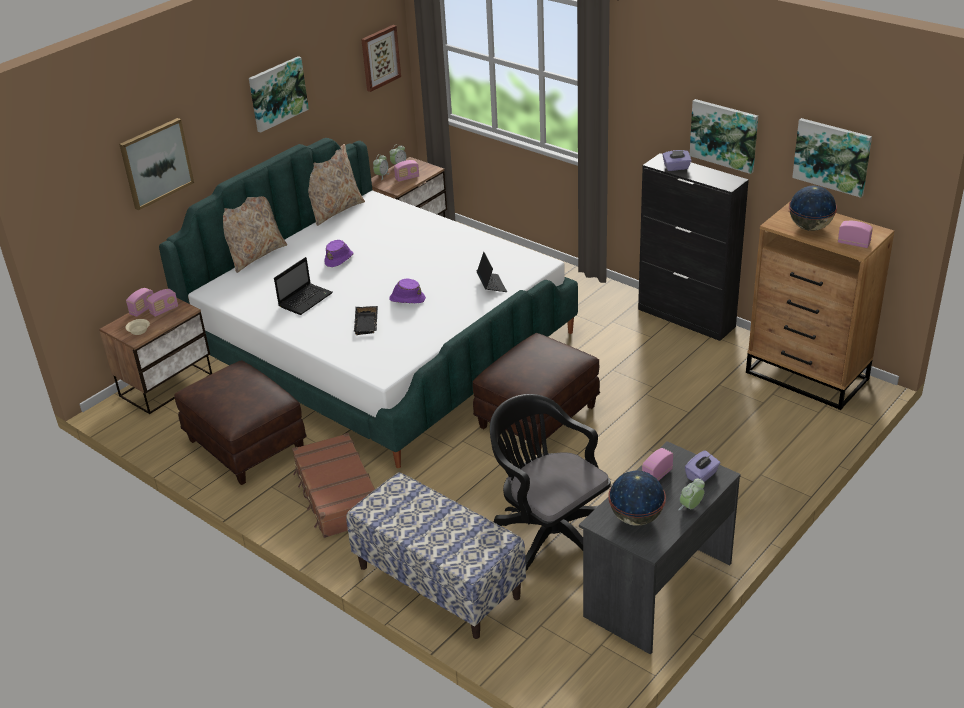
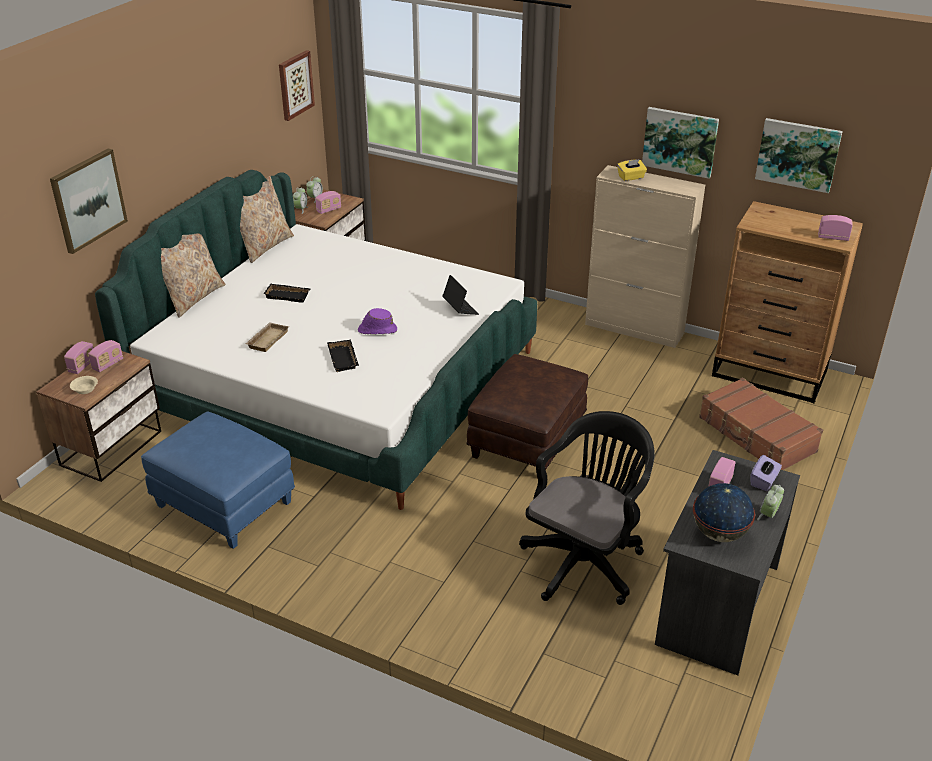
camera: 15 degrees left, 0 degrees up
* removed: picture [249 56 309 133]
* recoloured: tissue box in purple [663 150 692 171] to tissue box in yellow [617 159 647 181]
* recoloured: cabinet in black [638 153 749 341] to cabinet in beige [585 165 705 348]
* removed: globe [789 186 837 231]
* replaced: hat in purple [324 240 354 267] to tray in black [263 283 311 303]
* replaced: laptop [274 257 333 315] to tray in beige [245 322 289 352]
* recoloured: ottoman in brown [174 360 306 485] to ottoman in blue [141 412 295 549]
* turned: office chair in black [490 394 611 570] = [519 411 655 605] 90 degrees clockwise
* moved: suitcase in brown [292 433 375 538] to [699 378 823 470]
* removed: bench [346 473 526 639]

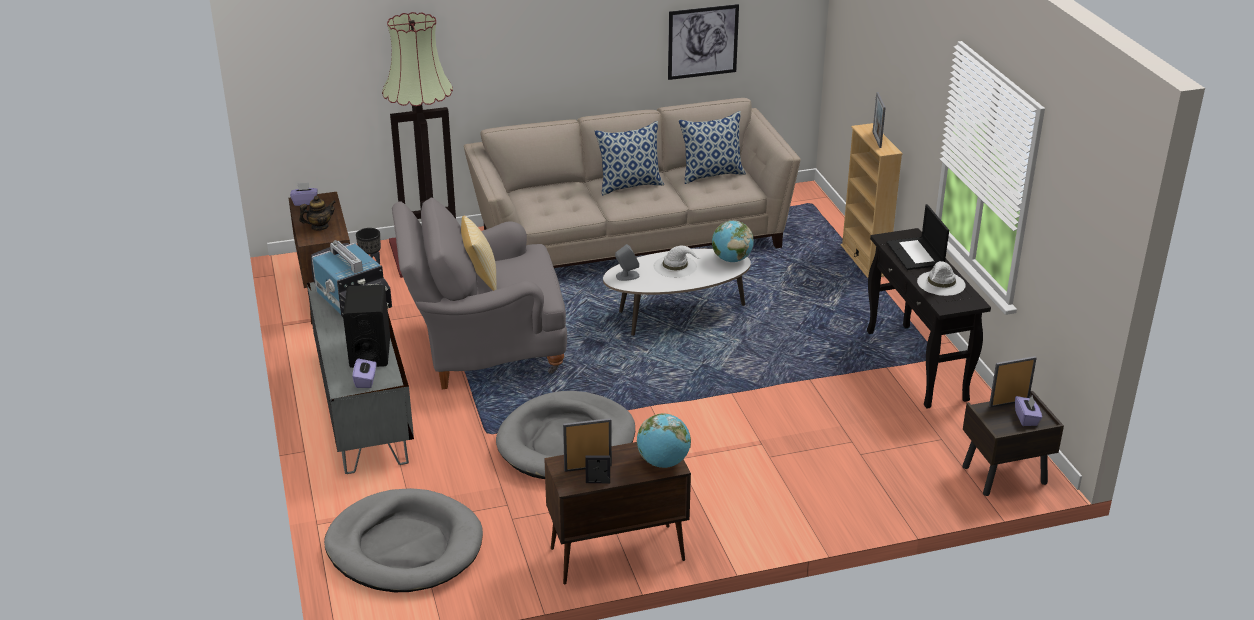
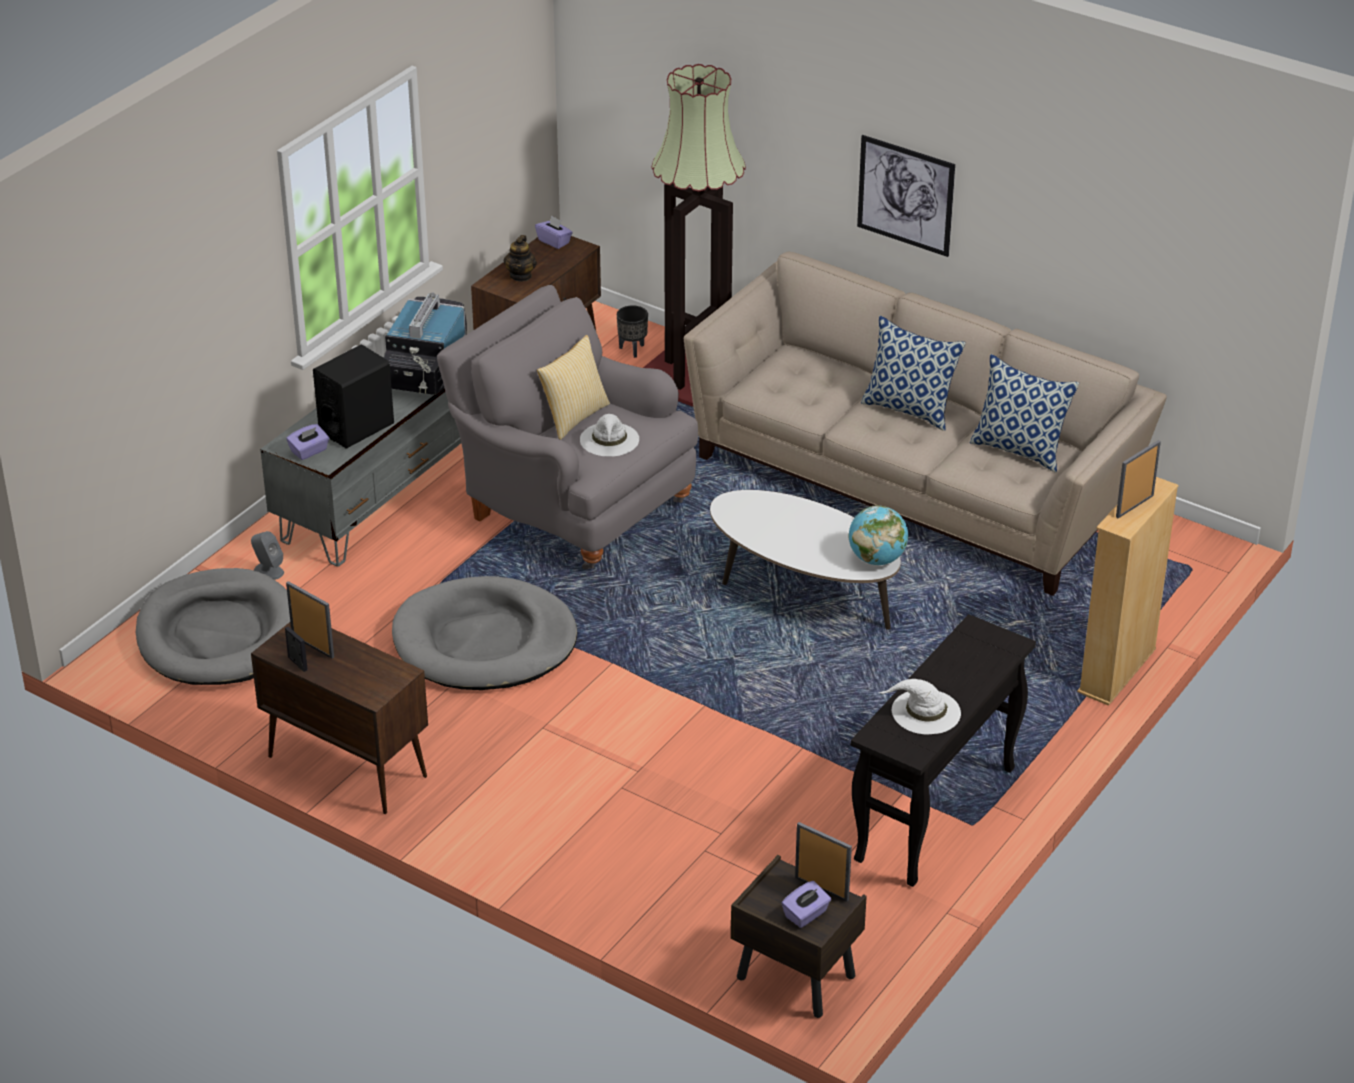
camera: 50 degrees right, 5 degrees up
* moved: picture [668 4 739 80] to [857 135 955 257]
* turned: teapot [299 196 335 231] = [504 235 537 282] 75 degrees clockwise
* removed: laptop [886 204 949 270]
* moved: speaker in grey [615 244 639 281] to [251 531 284 580]
* moved: hat in white [653 245 701 278] to [580 414 639 456]
* removed: globe [637 414 691 468]

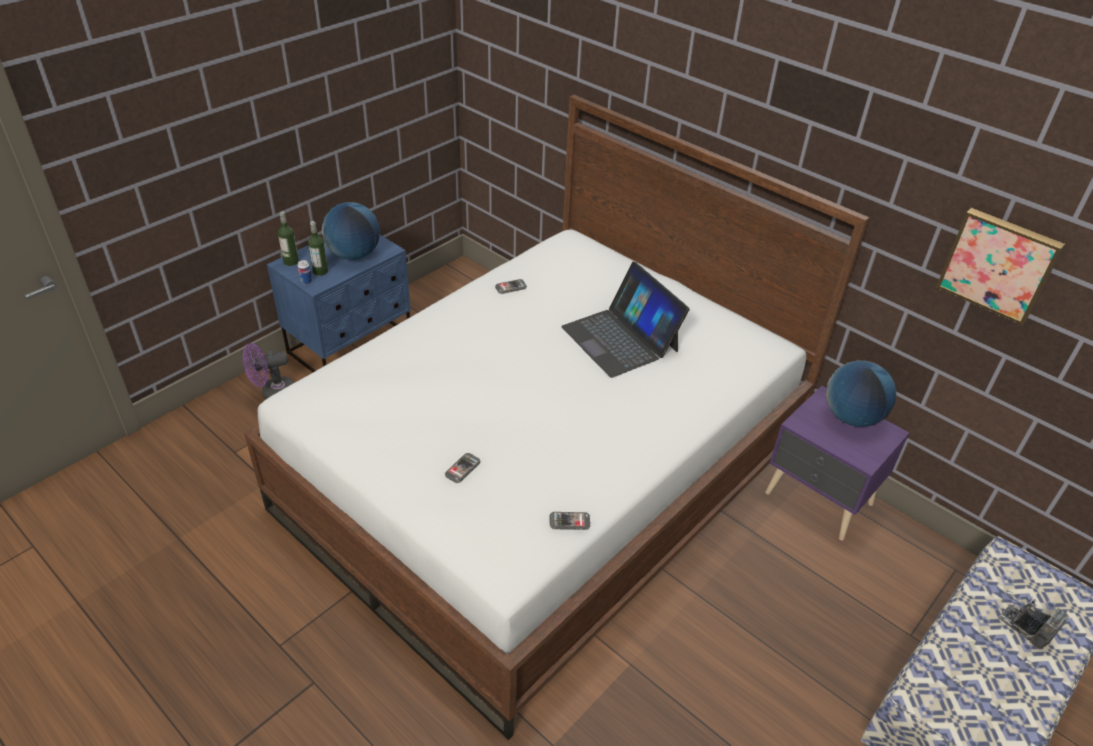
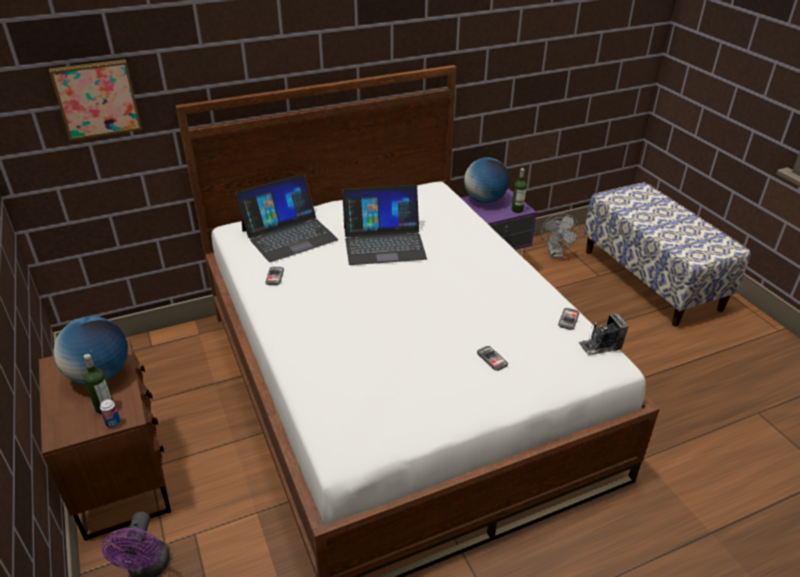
camera: 65 degrees left, 5 degrees down
* moved: picture [936 208 1065 325] to [49 59 142 141]
* moved: bottle [278 211 299 266] to [512 168 527 213]
* recoloured: nightstand in blue [267 235 411 372] to nightstand in brown [39 337 171 541]
* moved: photo camera [998 598 1069 649] to [578 313 629 355]
* added: laptop [235 173 338 262]
* added: fan in grey [541 214 580 258]

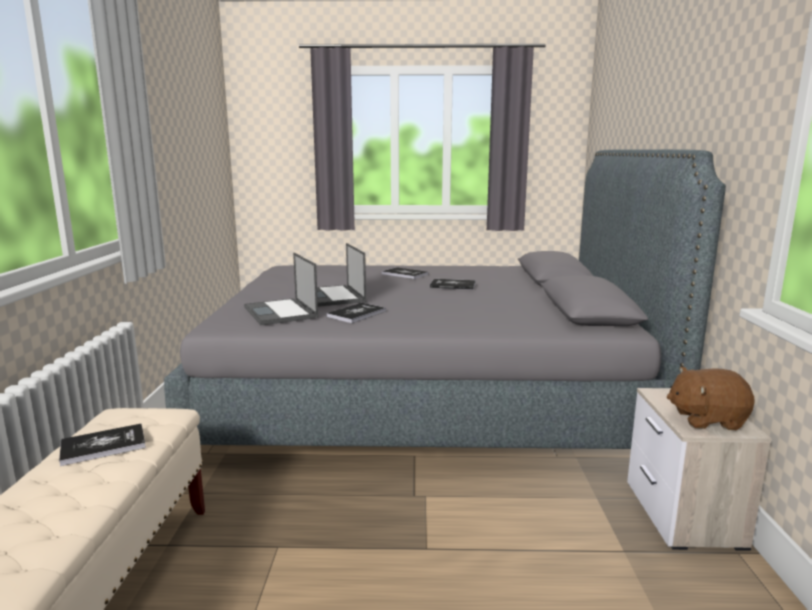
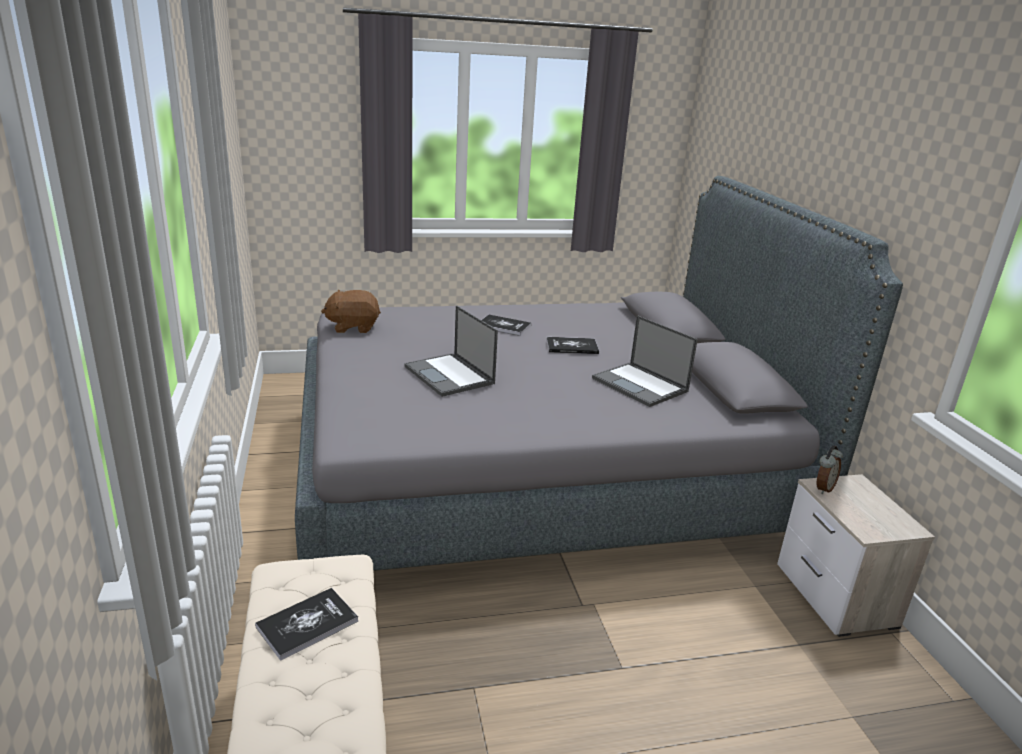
camera: 15 degrees left, 10 degrees up
* moved: laptop [244 252 318 325] to [592 315 698 407]
* removed: book [326 303 386 323]
* moved: plush toy in brown [667 367 755 430] to [321 290 381 333]
* added: alarm clock [816 445 843 494]

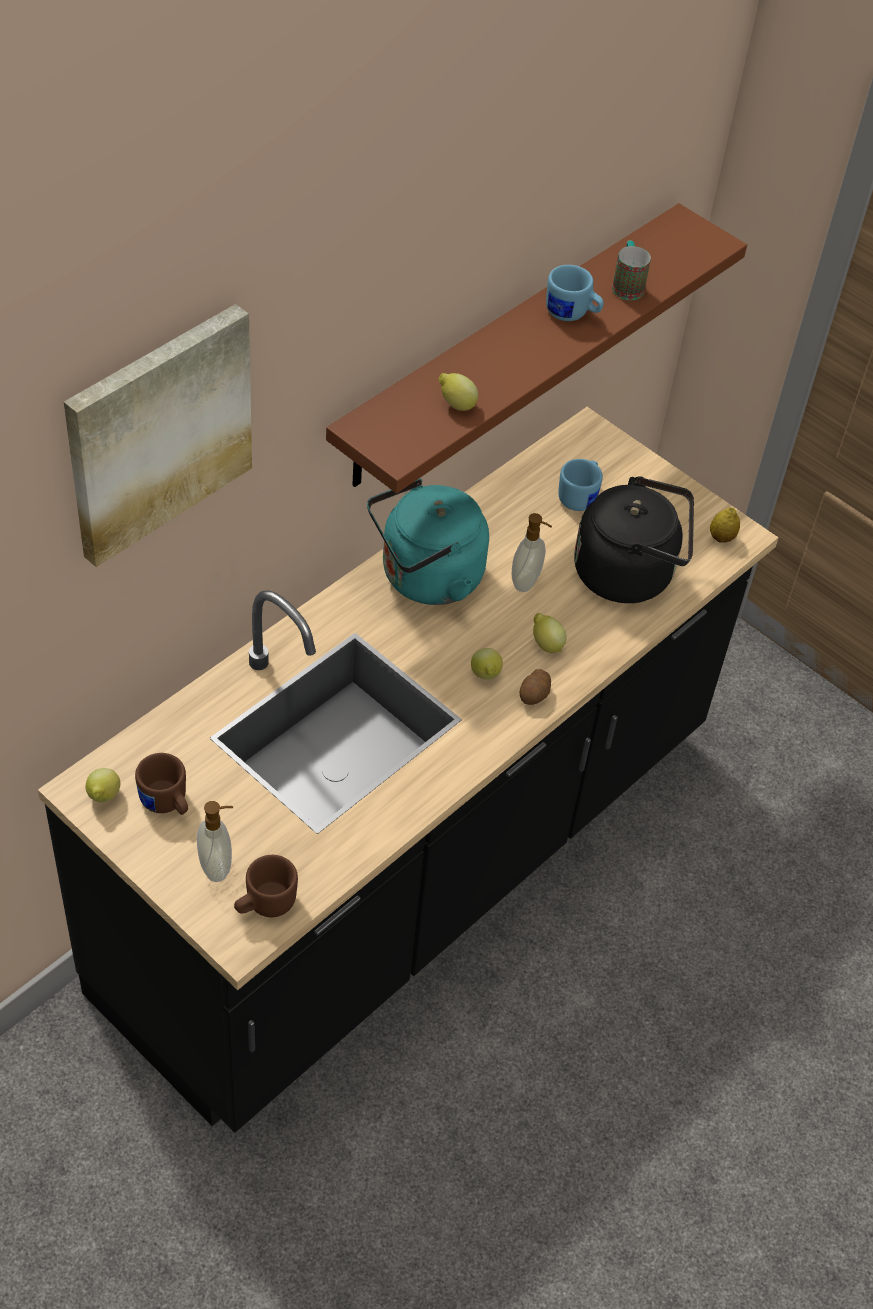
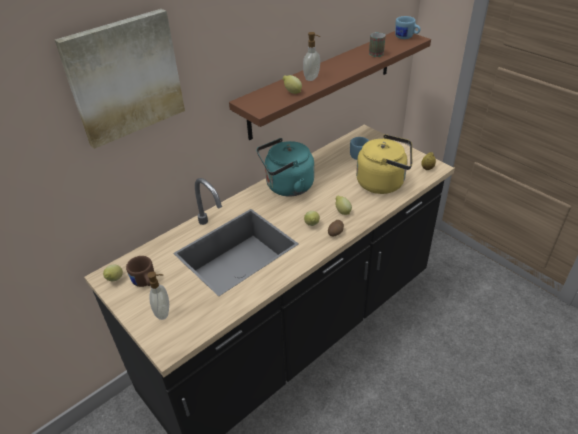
camera: 10 degrees right, 10 degrees down
* moved: mug in blue [546 265 604 321] to [395 16 421 39]
* recoloured: kettle in black [574 476 694 603] to kettle in yellow [356 134 412 194]
* moved: soap dispenser [512 513 552 592] to [303 32 320 81]
* removed: mug in brown [234 855 298 917]

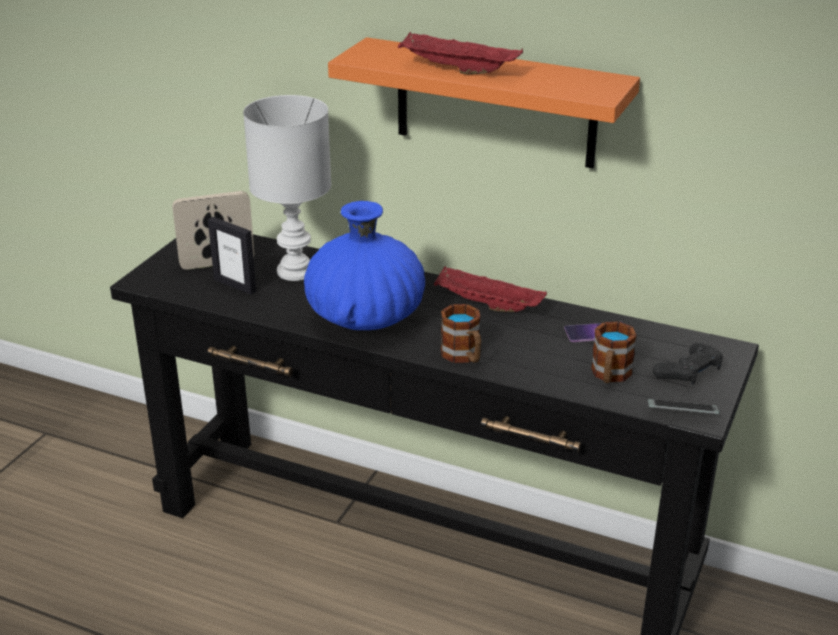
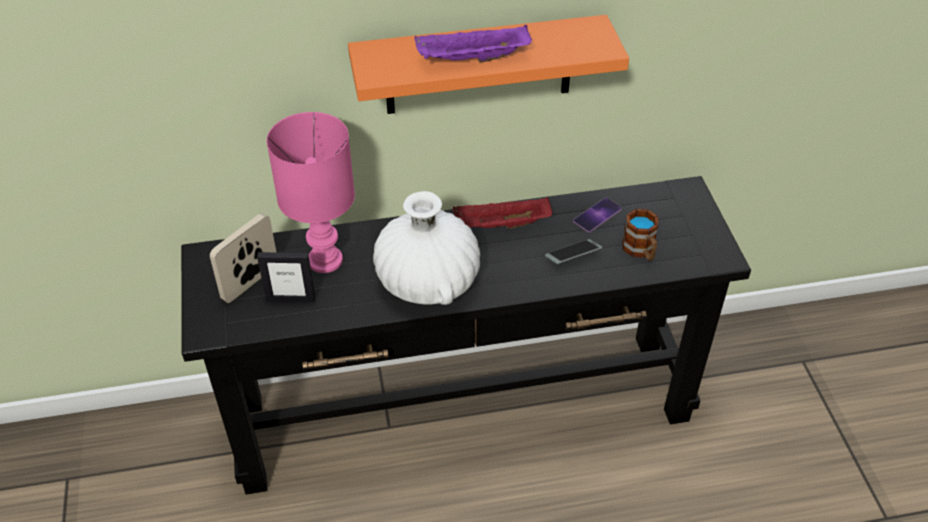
camera: 35 degrees left, 15 degrees up
* recoloured: tray in red [398 32 523 75] to tray in purple [414 24 532 62]
* recoloured: table lamp in white [243 95 331 281] to table lamp in pink [267 112 355 273]
* recoloured: vase in blue [304 201 425 330] to vase in white [373 191 480 305]
* removed: mug [441 304 481 363]
* removed: game controller in black [653 343 723 385]
* moved: phone [648 399 720 414] to [545 239 602 264]

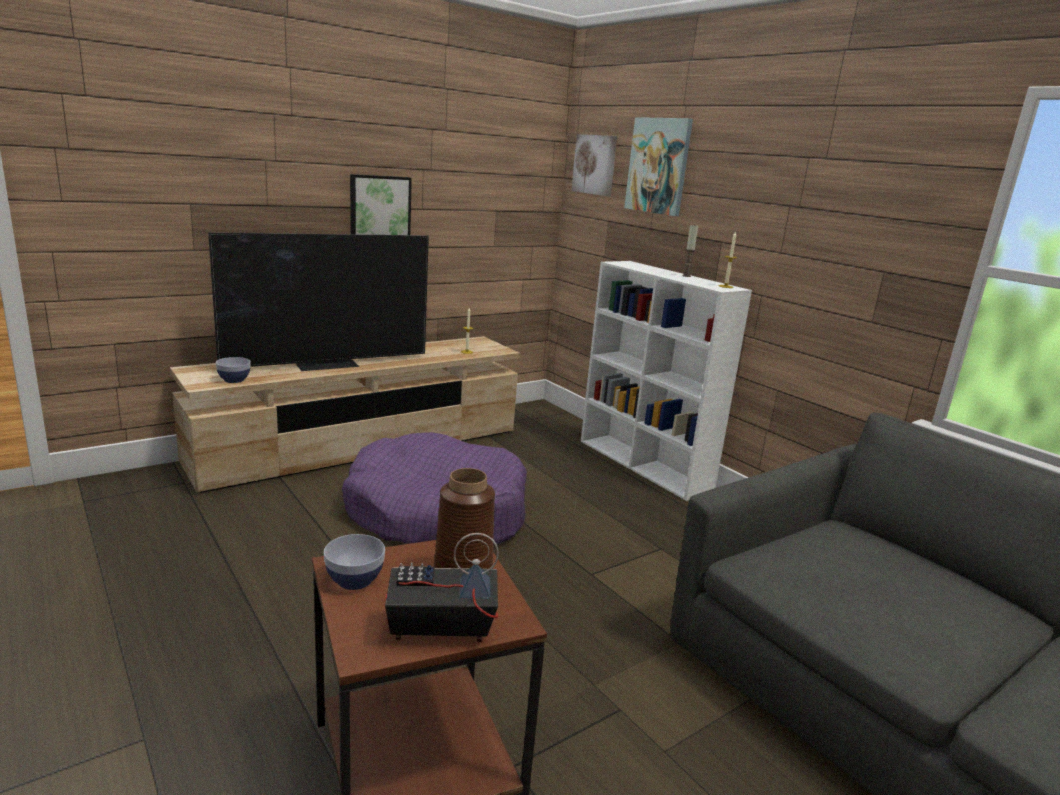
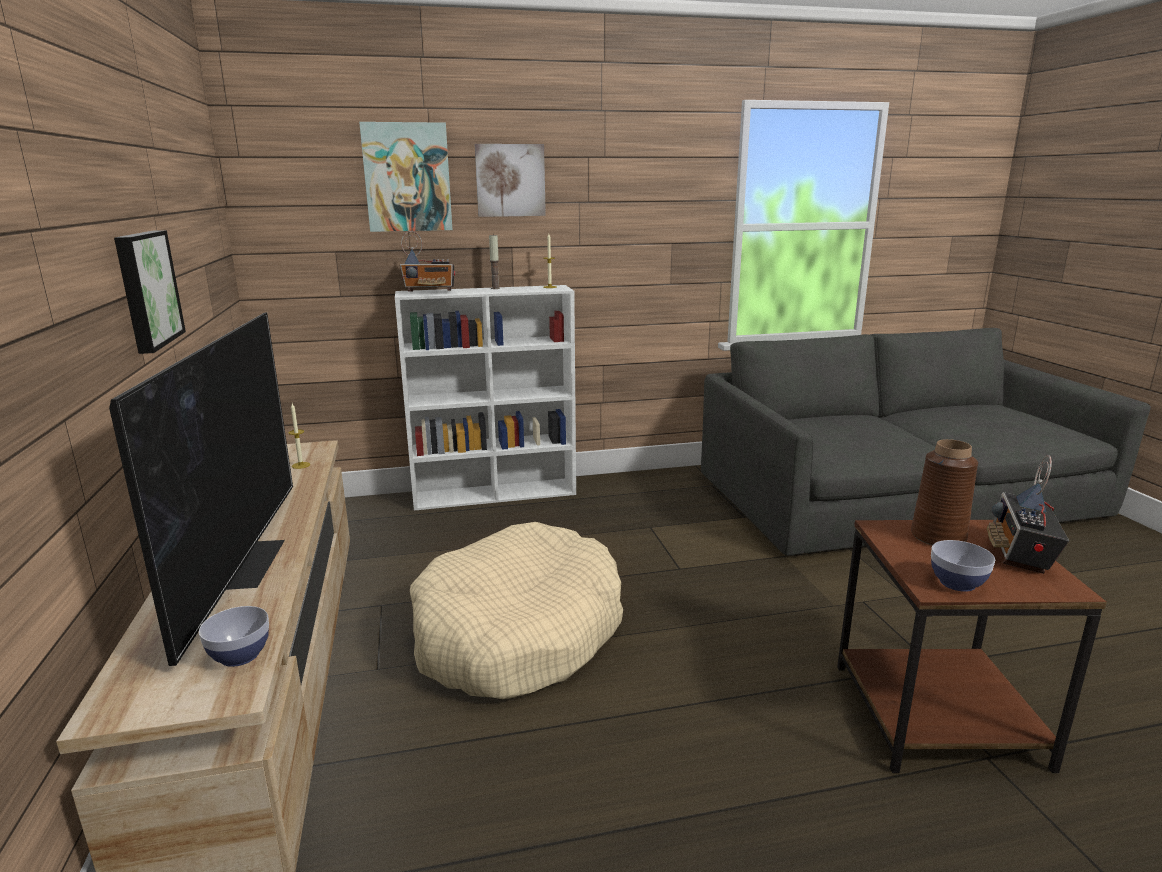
camera: 65 degrees left, 0 degrees up
* moved: picture [571 134 618 196] to [474 144 546 217]
* recoloured: dog bed in purple [342 432 527 546] to dog bed in beige [410 522 623 699]
* added: radio [400 231 455 292]

